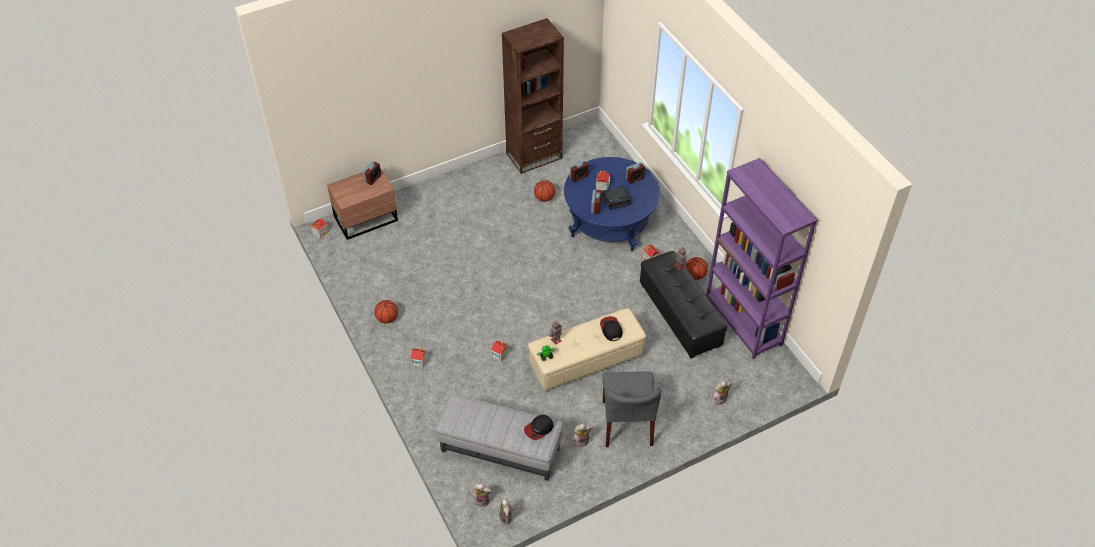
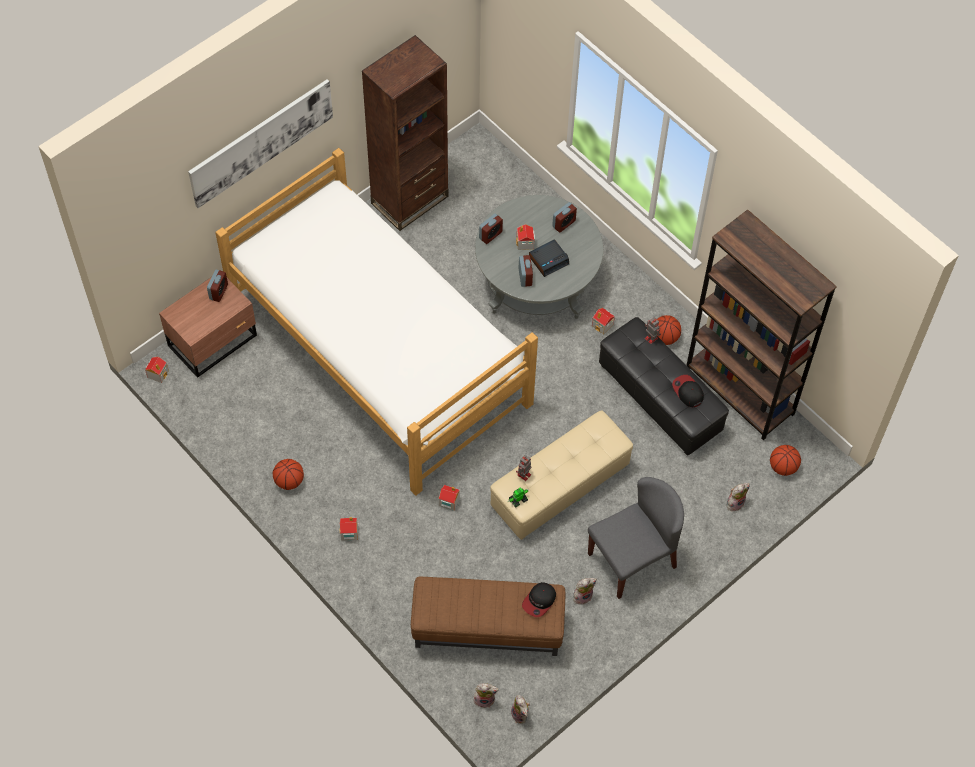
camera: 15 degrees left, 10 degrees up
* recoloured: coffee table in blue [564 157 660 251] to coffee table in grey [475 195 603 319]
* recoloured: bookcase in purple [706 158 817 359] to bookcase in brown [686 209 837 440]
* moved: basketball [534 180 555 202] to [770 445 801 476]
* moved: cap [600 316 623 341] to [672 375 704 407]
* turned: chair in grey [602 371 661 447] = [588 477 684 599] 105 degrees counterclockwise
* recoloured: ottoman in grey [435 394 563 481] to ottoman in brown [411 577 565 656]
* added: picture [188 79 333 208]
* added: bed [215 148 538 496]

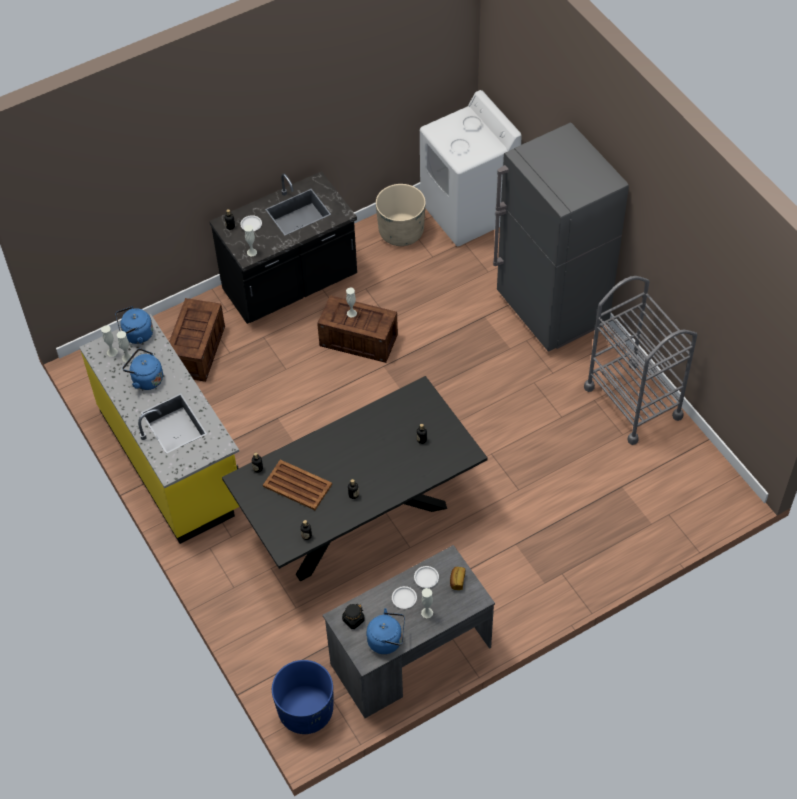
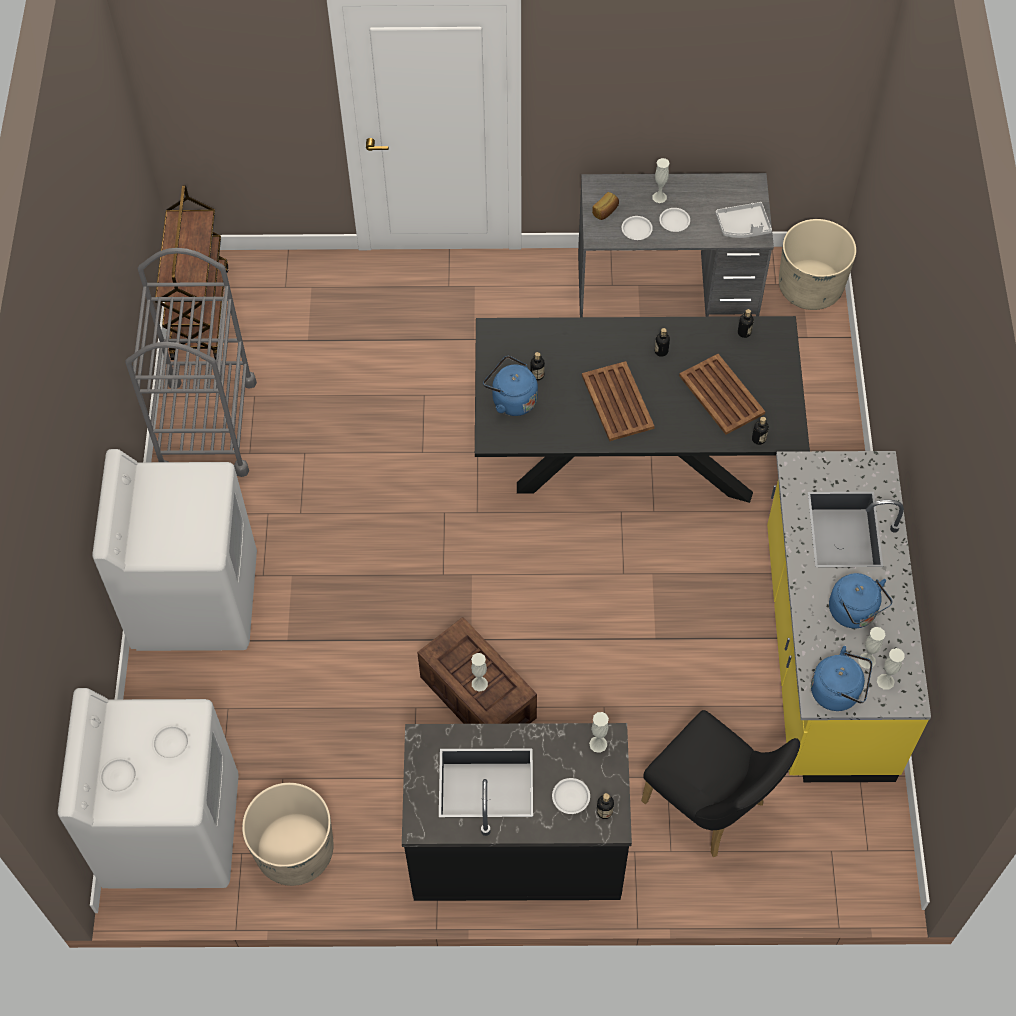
camera: 150 degrees left, 5 degrees up
* replaced: fridge in grey [493 122 629 352] to washing machine in white [92 449 257 651]
* replaced: crate [169 298 225 382] to chair in black [641 710 800 857]
* replaced: jar in black [342 604 365 629] to tray in grey [716 202 772 238]
* moved: kettle in blue [366 608 405 654] to [483 356 538 416]
* recoloured: planter in blue [272 660 333 734] to planter in beige [779 219 856 310]
* added: cart in brown [155 185 229 360]
* added: tray in brown [582 361 655 441]

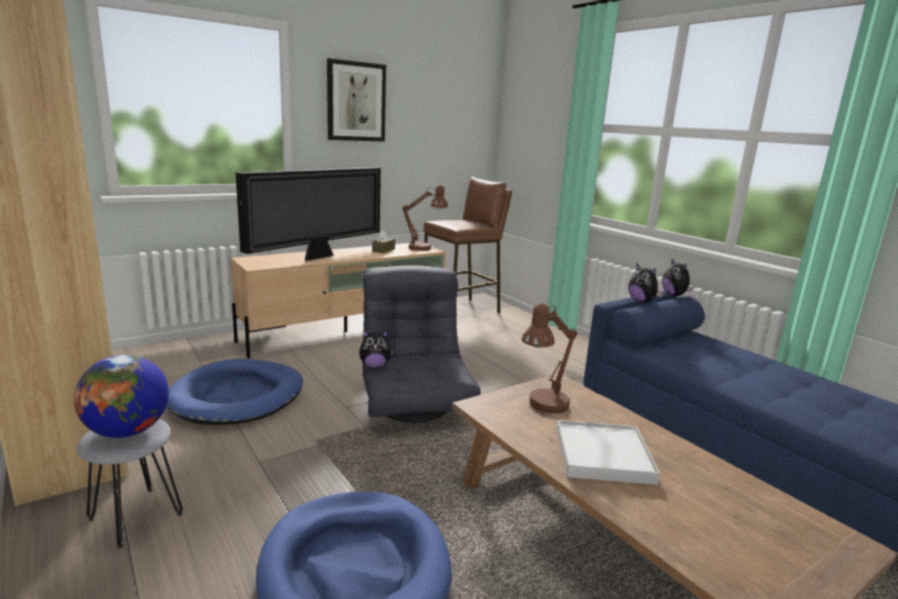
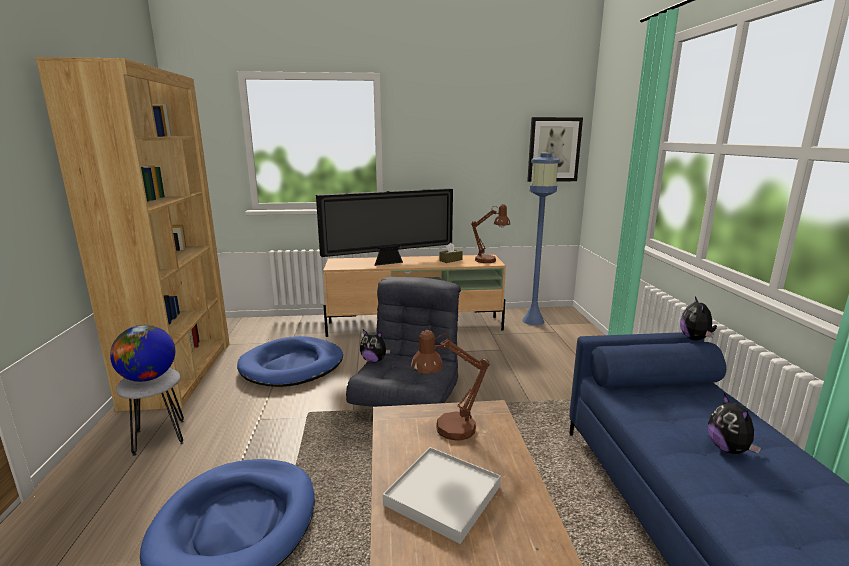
camera: 30 degrees right, 0 degrees up
* moved: picture [327 58 386 142] to [527 117 583 182]
* replaced: stool in brown [423 176 512 313] to floor lamp in blue [522 153 560 325]
* moved: plush toy [628 264 663 303] to [708 393 761 454]

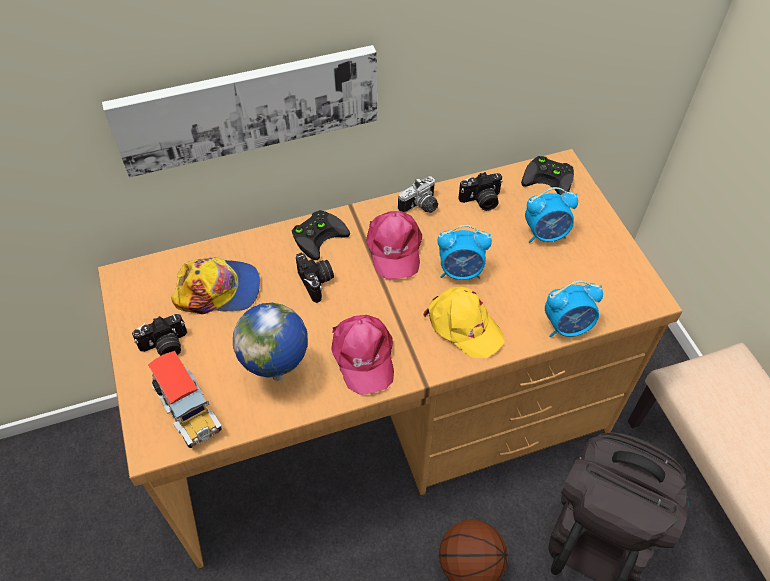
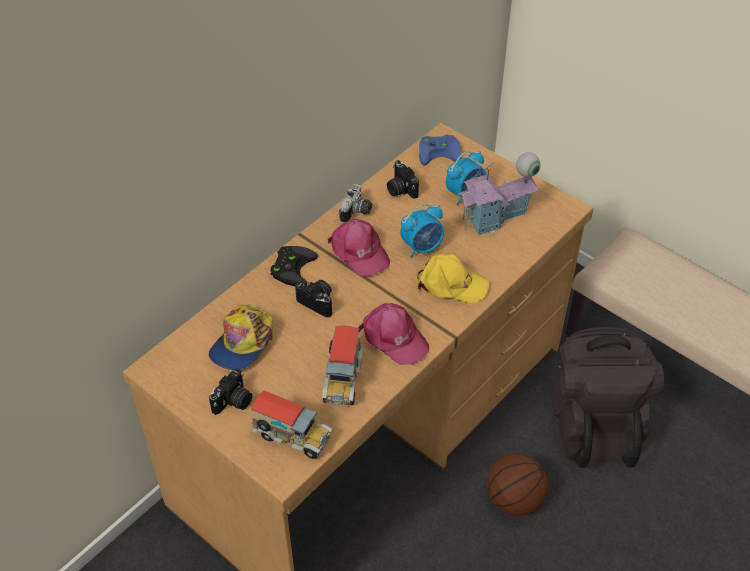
camera: 30 degrees left, 5 degrees down
* removed: picture [102 45 377 178]
* recoloured: game controller in black [521 156 574 195] to game controller in blue [419 135 462 165]
* turned: photo camera [458 172 503 211] = [387 160 419 199] 105 degrees clockwise
* turned: cap [171 257 260 314] = [209 304 273 370] 150 degrees clockwise
* removed: alarm clock [545 281 603 337]
* replaced: globe [233 303 308 381] to toy truck [322 326 363 406]
* added: toy house [458 152 541 235]

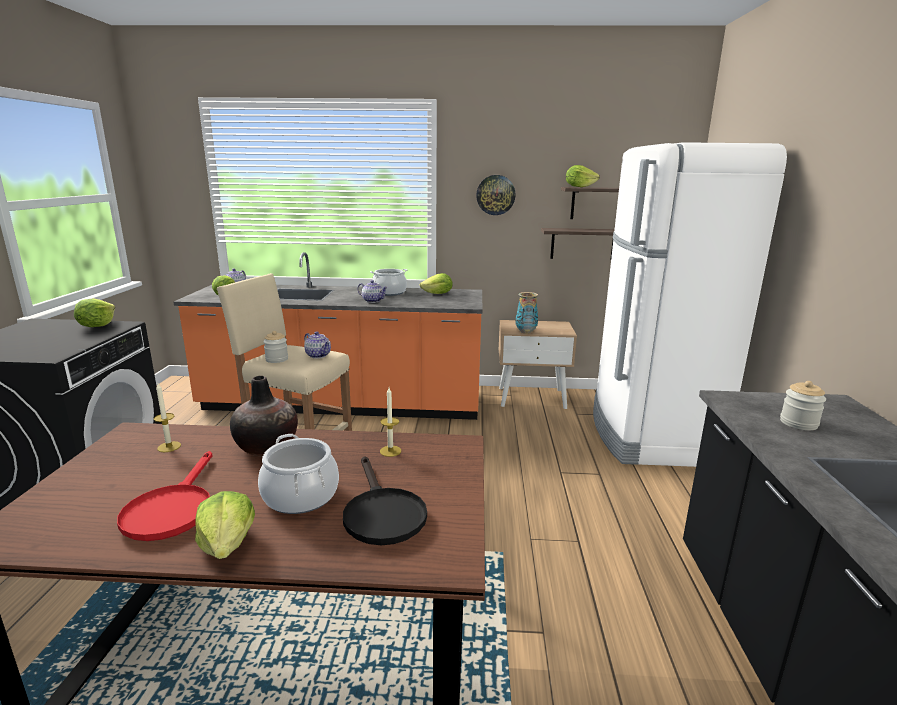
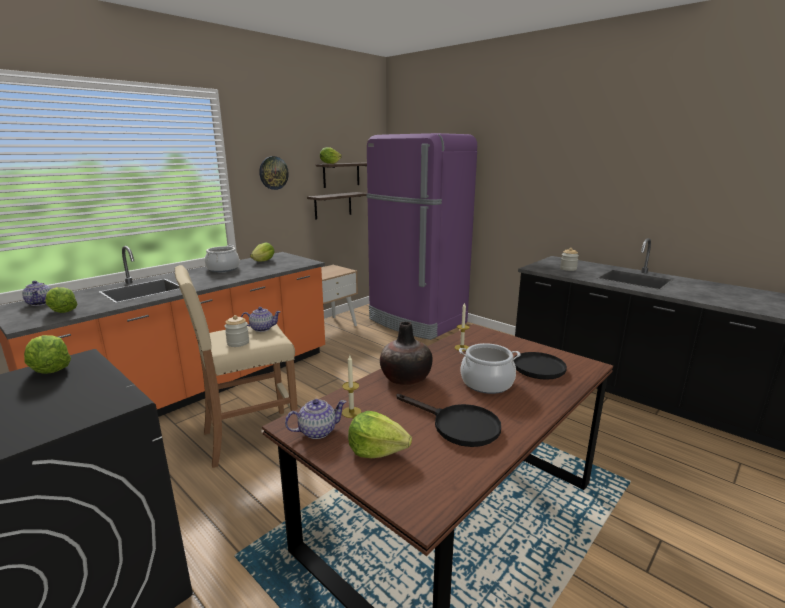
camera: 50 degrees left, 0 degrees up
* recoloured: fridge in white [593 142 787 467] to fridge in purple [367 133 477 340]
* moved: teapot [357 280 388 303] to [285 399 347 439]
* removed: vase [516 292 538 334]
* recoloured: frying pan in red [117 451 213 541] to frying pan in black [397 394 501 447]
* moved: lettuce [195 491 255 559] to [348 411 412 458]

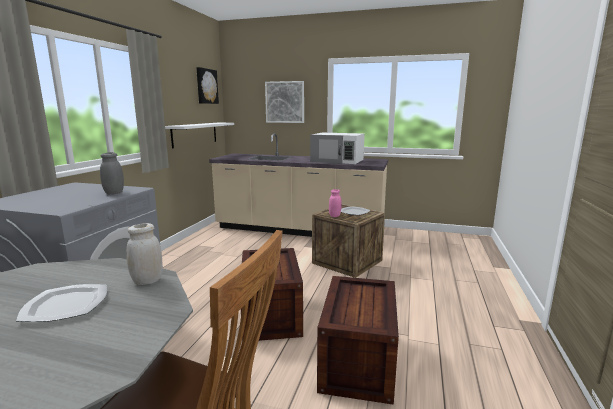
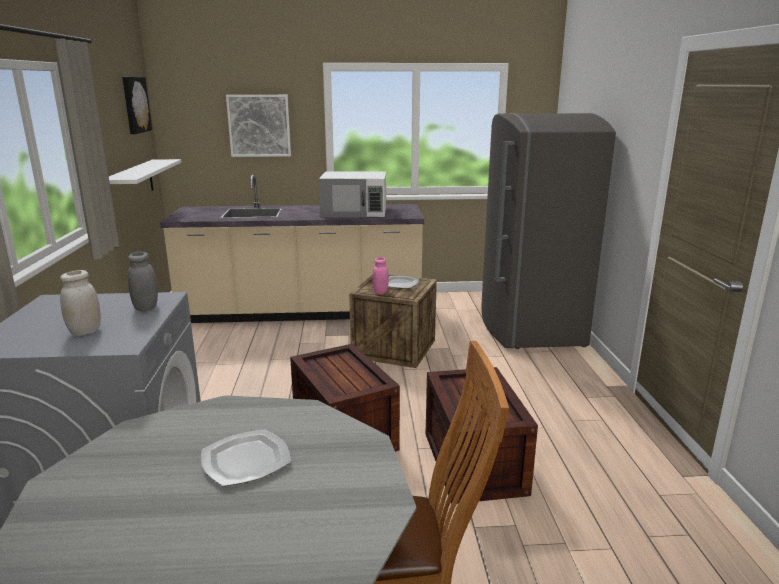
camera: 20 degrees left, 5 degrees up
* moved: jar in white [127 223 163 285] to [60 270 101 336]
* added: fridge in grey [481 113 616 349]

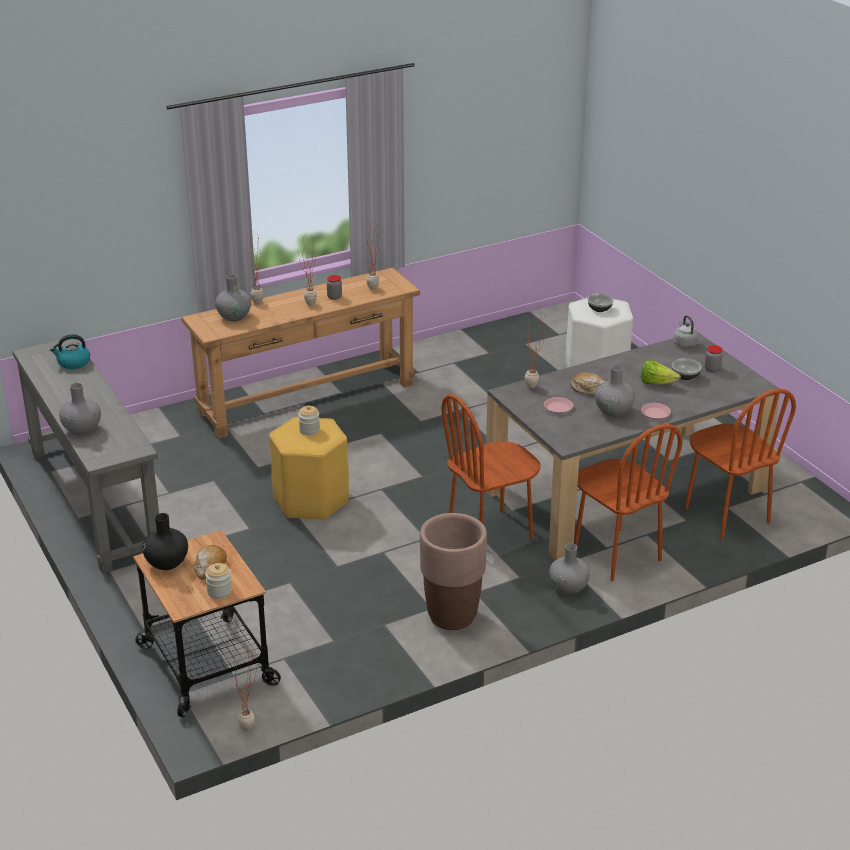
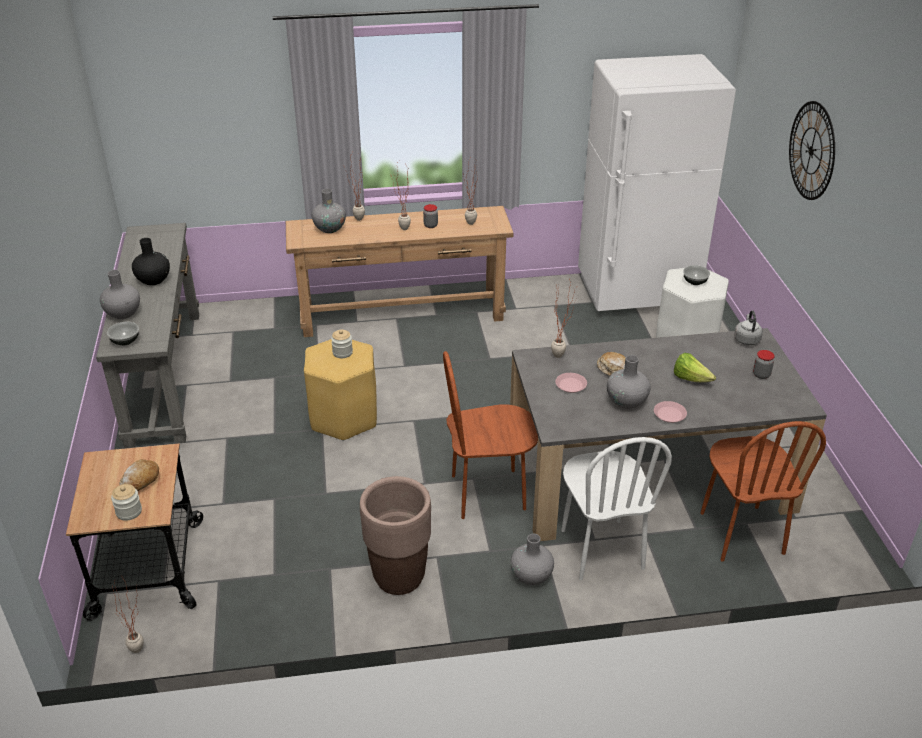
camera: 20 degrees right, 5 degrees up
* removed: kettle [50 334 90 369]
* moved: bowl [672 358 702 380] to [107 322 139 345]
* recoloured: chair in brown [574 424 683 581] to chair in white [561 437 672 580]
* moved: vase in black [142 513 188 570] to [132 238 170 285]
* added: fridge in white [578 54 736 311]
* added: wall clock [789 101 835 200]

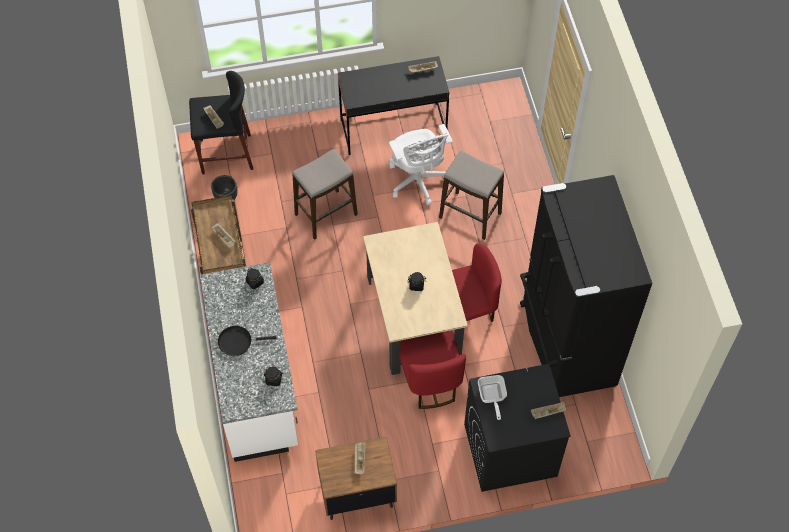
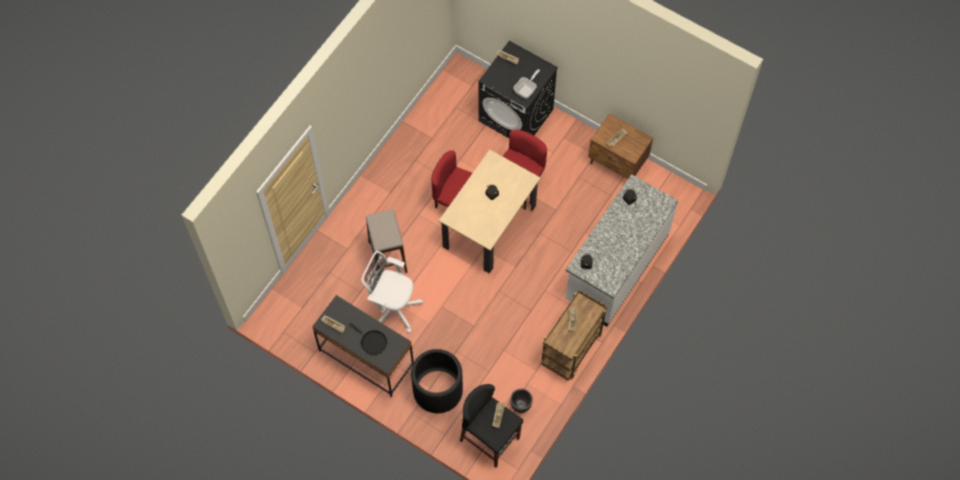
camera: 135 degrees left, 5 degrees up
* turned: office chair in white [389 124 453 205] = [361 251 423 333] 90 degrees counterclockwise
* removed: stool [293 149 358 240]
* removed: fridge in black [520 175 652 397]
* moved: frying pan in black [218 326 277 356] to [349 323 387 355]
* added: planter in black [411 349 463 413]

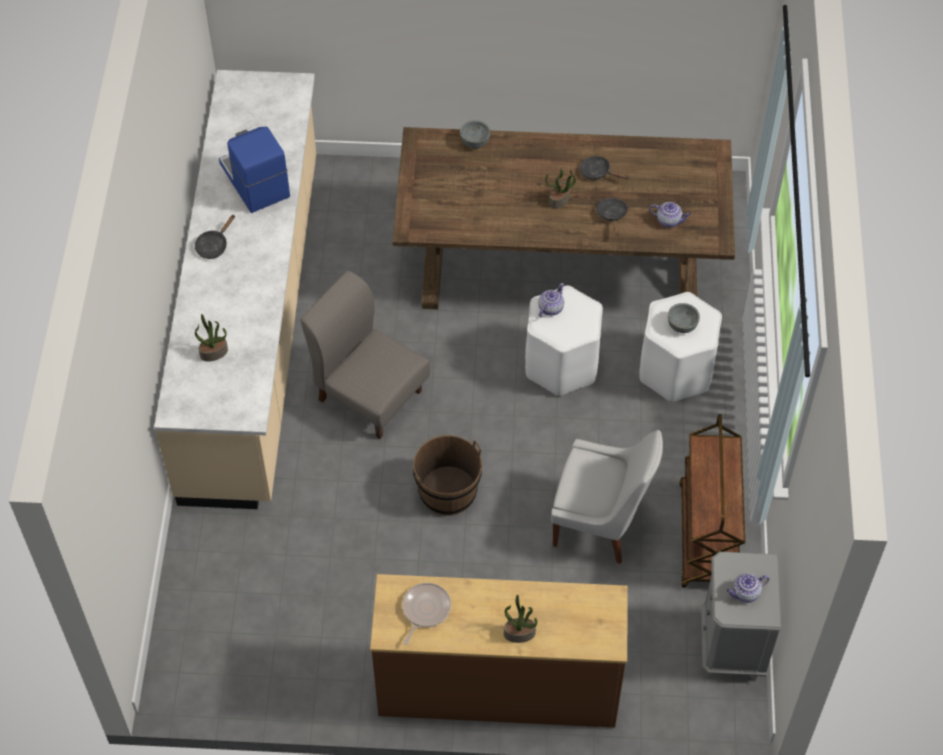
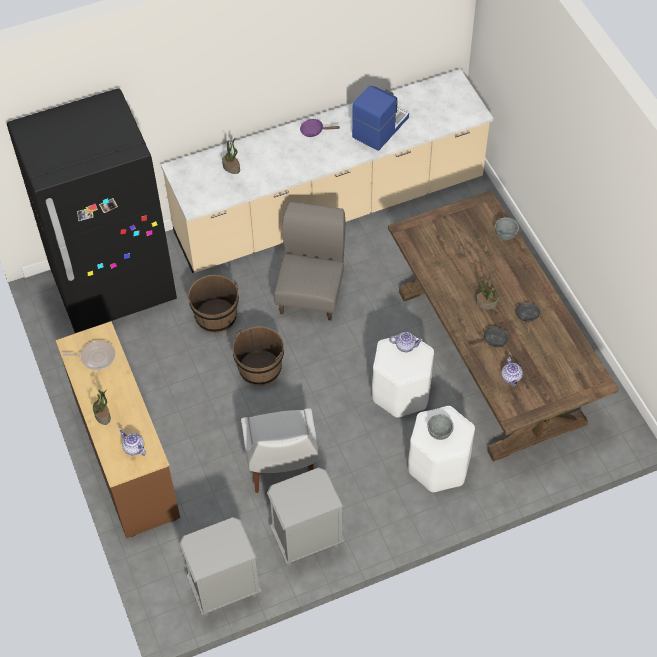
camera: 65 degrees right, 0 degrees up
* recoloured: frying pan in black [195 214 235 259] to frying pan in purple [300 119 340 137]
* replaced: cart in brown [679 414 745 588] to nightstand in grey [267 467 344 566]
* moved: teapot [727 573 769 603] to [120 430 146 456]
* added: fridge in black [7 88 177 333]
* added: bucket in brown [187 275 239 333]

